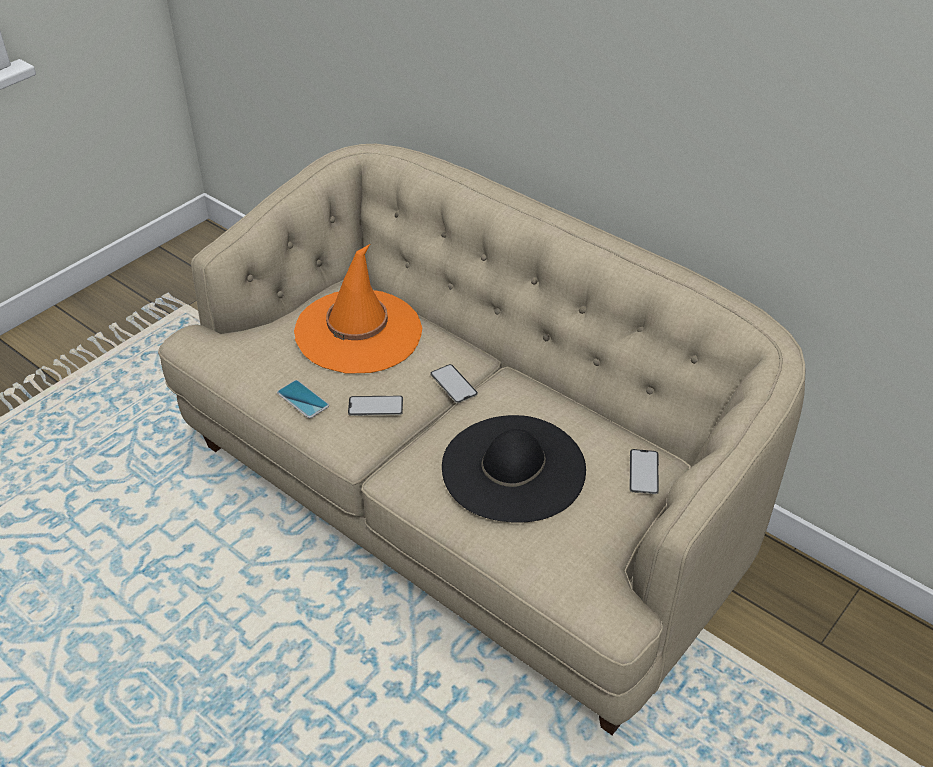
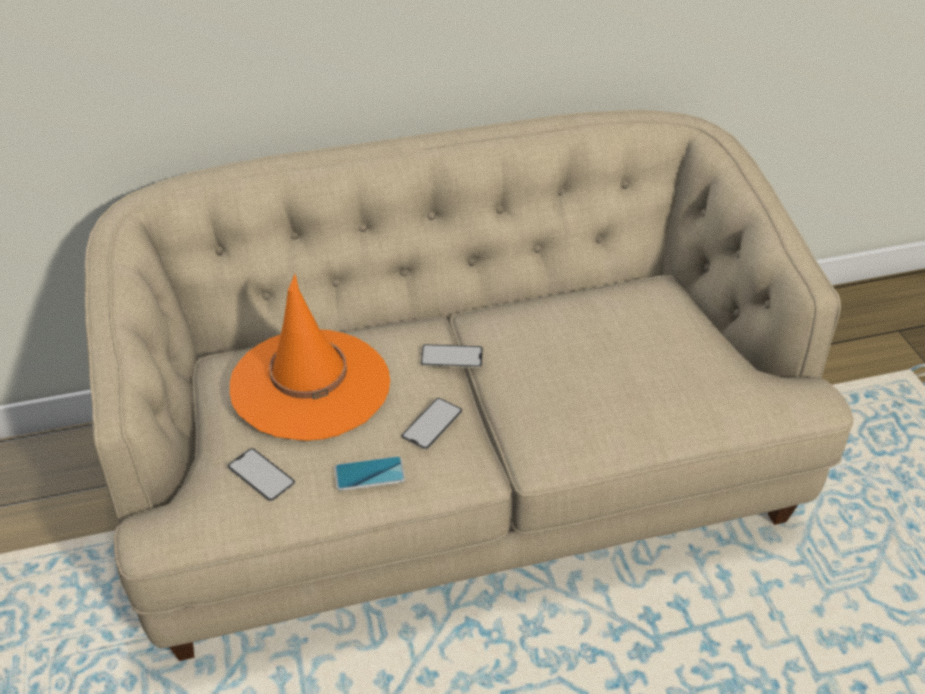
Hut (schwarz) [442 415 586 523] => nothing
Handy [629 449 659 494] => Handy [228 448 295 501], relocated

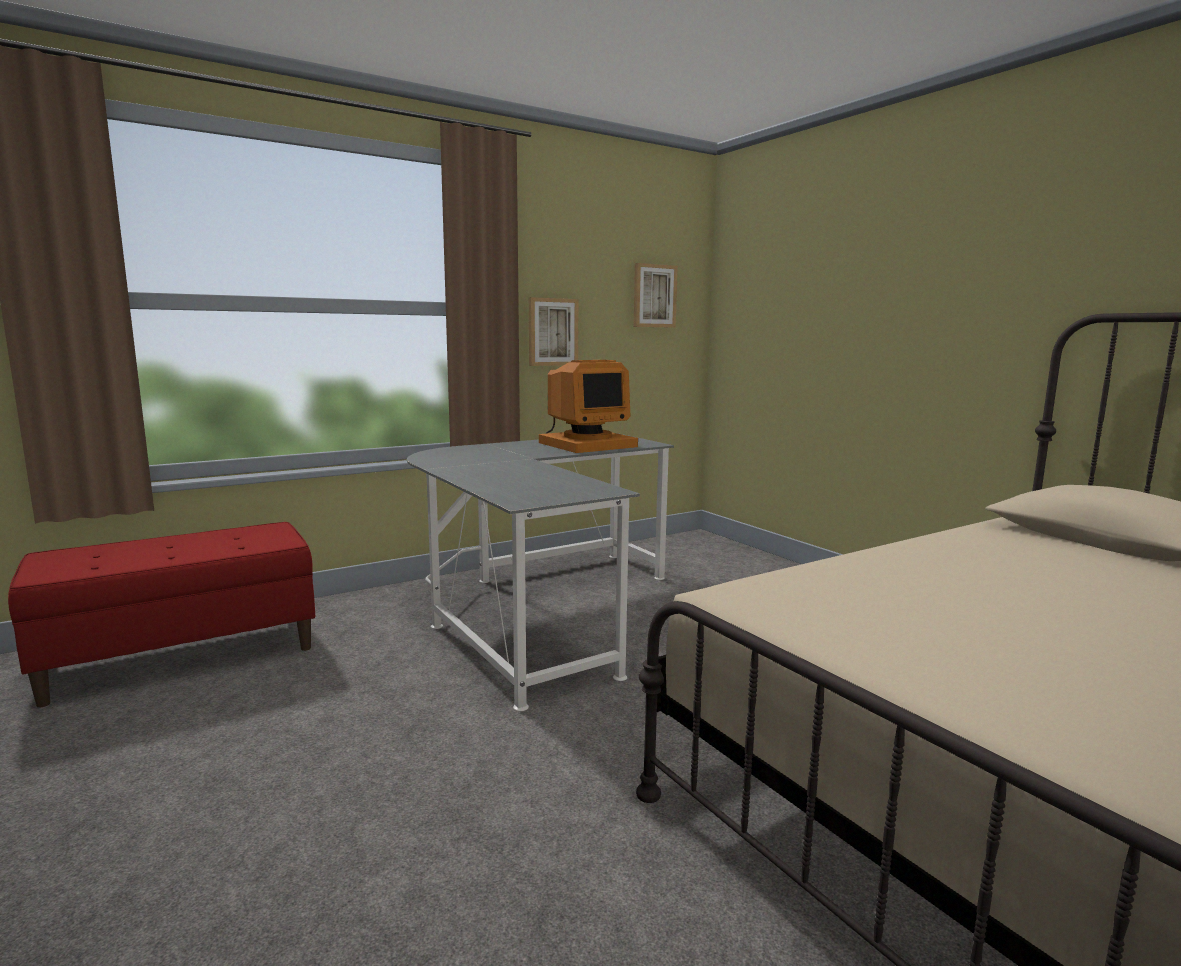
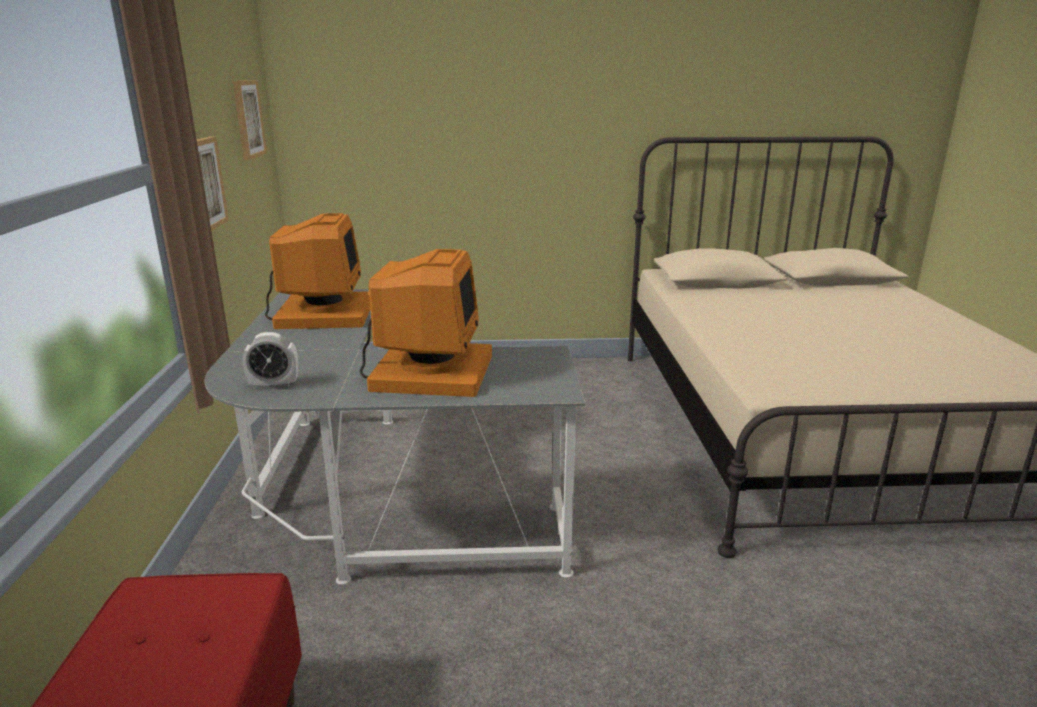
nothing => Wecker [242 332 298 390]
nothing => Monitor [360 249 492 397]

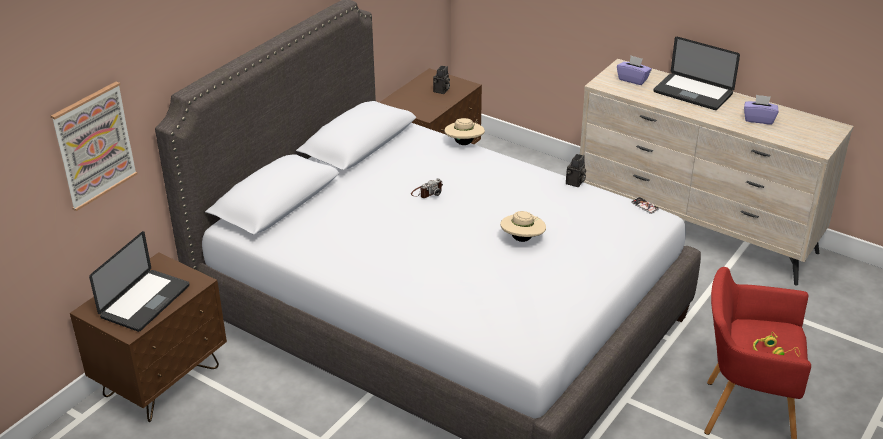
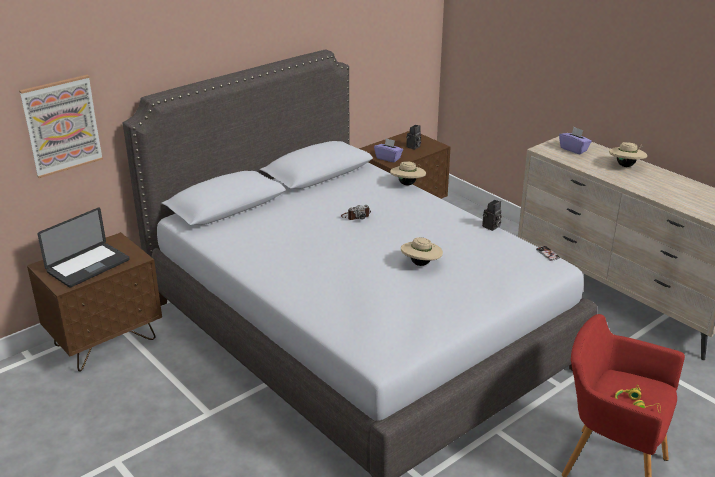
Laptop [654 37 740 110] => Hut (beige) [609 142 647 167]
Taschentuchbox (lila) [744 94 778 125] => Taschentuchbox (lila) [374 138 403 163], relocated

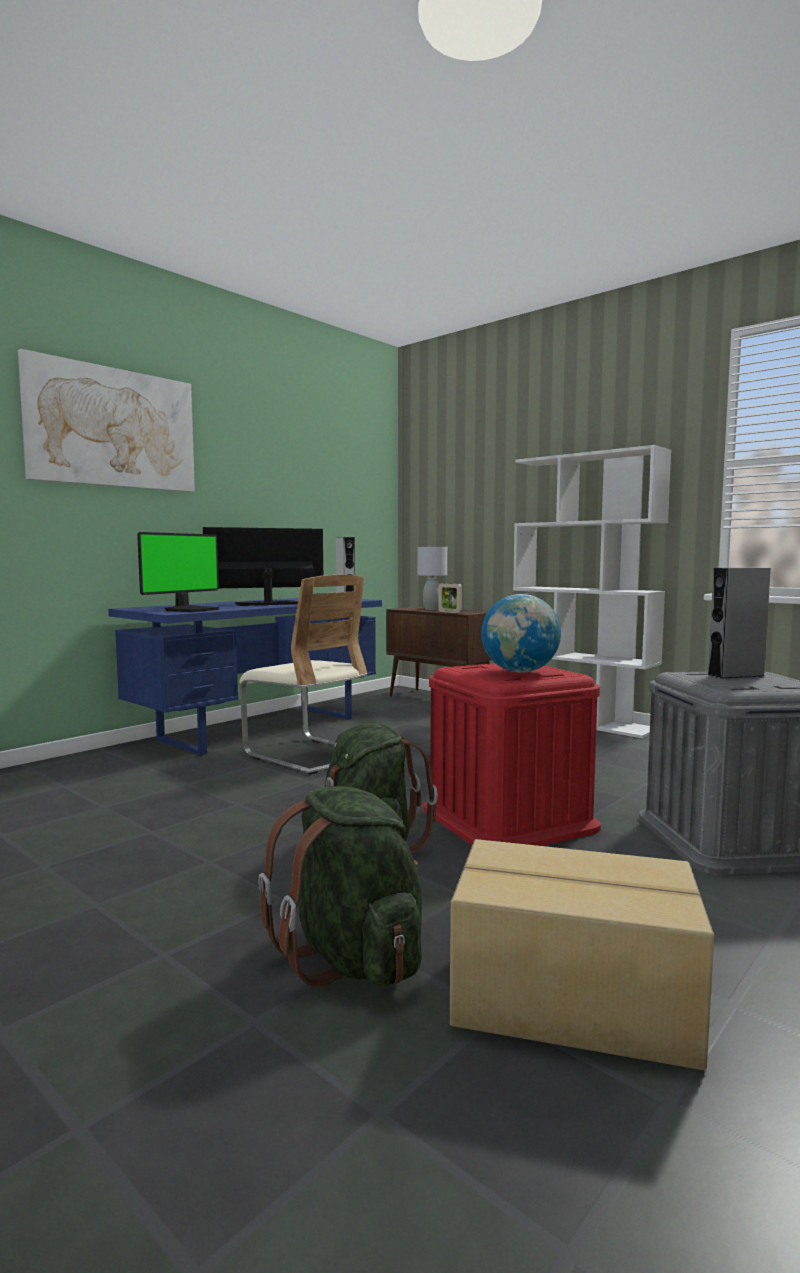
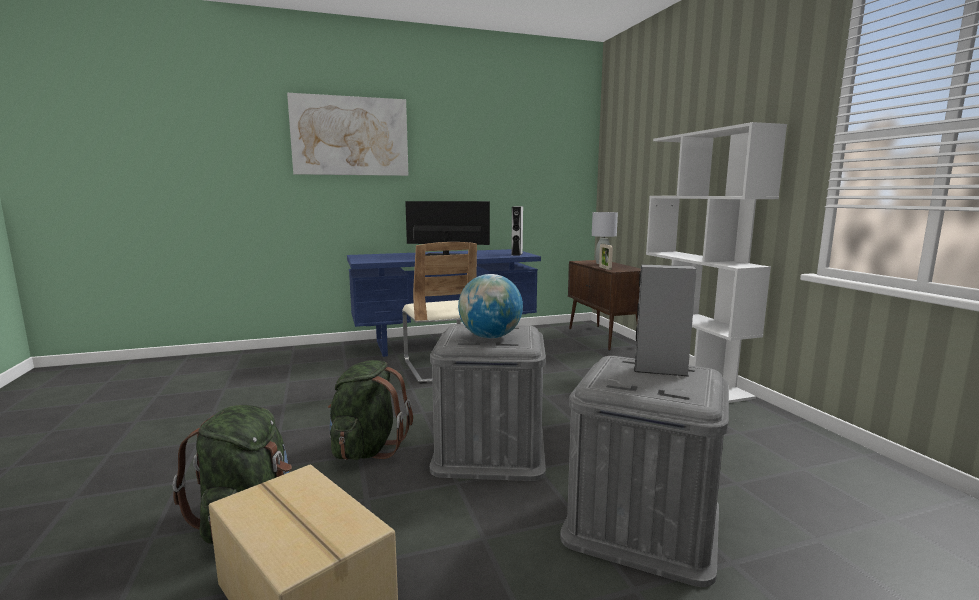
Monitor [137 532 219 612] => nothing
Aufbewahrungsbox (rot) [424 663 601 846] => Aufbewahrungsbox (grau) [430 324 546 481]

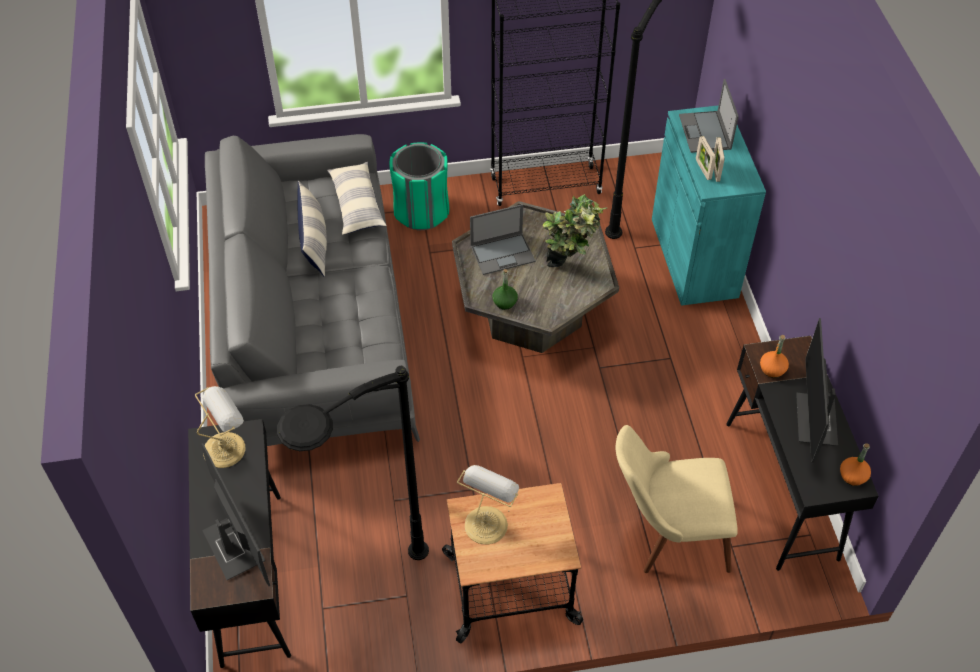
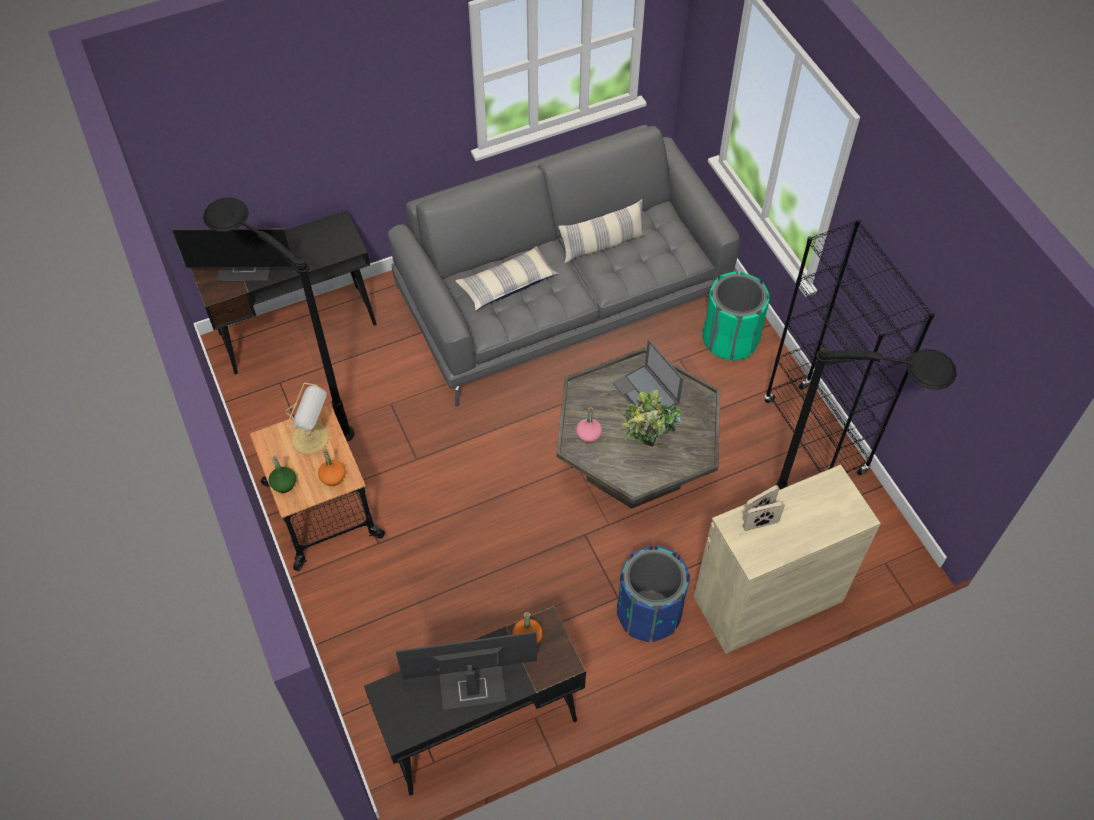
Tischlampe [195 386 246 468] => nothing
Monitor [202 443 270 587] => Monitor [171 228 293 282], 45 degrees clockwise
Kissen [327 162 387 235] => Kissen [455 246 558 310], relocated
Flasche (grün) [492 269 518 310] => Flasche (grün) [268 456 296 493], relocated
Stuhl (beige) [616 425 738 573] => nothing
Schrank (türkis) [652 105 766 306] => Schrank (beige) [694 465 881 654]
Laptop [679 79 739 153] => nothing
Flasche (orange) [840 443 871 486] => Flasche (orange) [318 449 346 486], relocated
nothing => Flasche (rosa) [576 407 602 443]
nothing => Mülleimer (blau) [617 545 690 642]

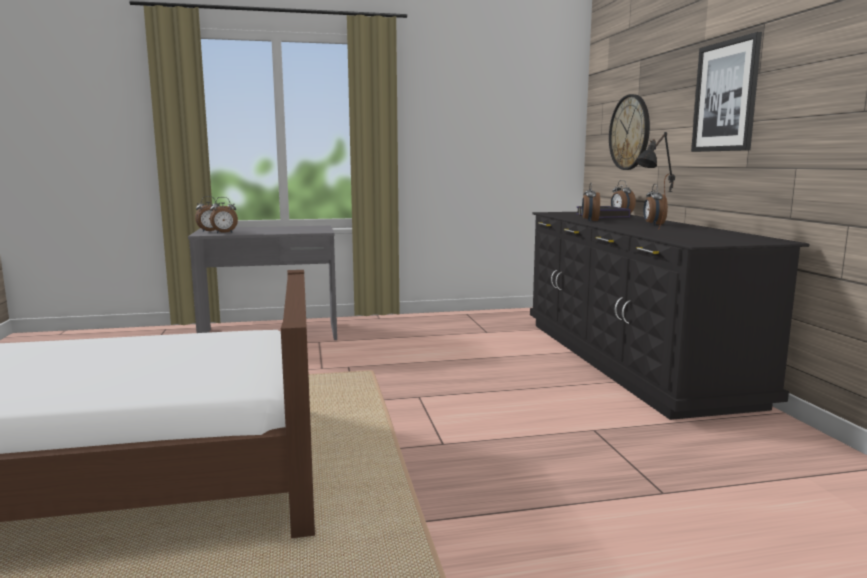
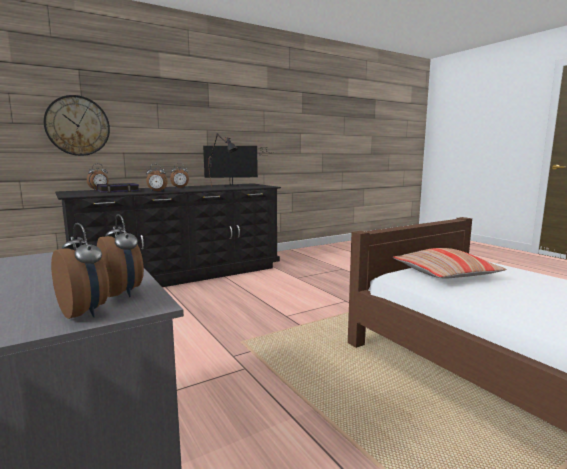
Bild [691 32 762 152] => nothing
nothing => Monitor [203 146 271 186]
nothing => Kissen [393 248 507 278]

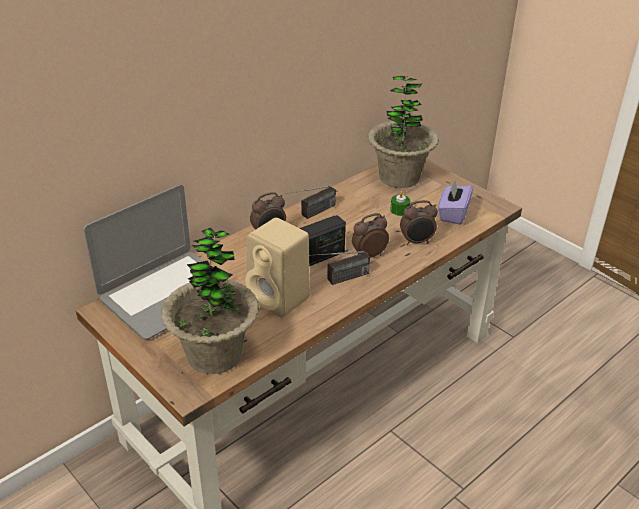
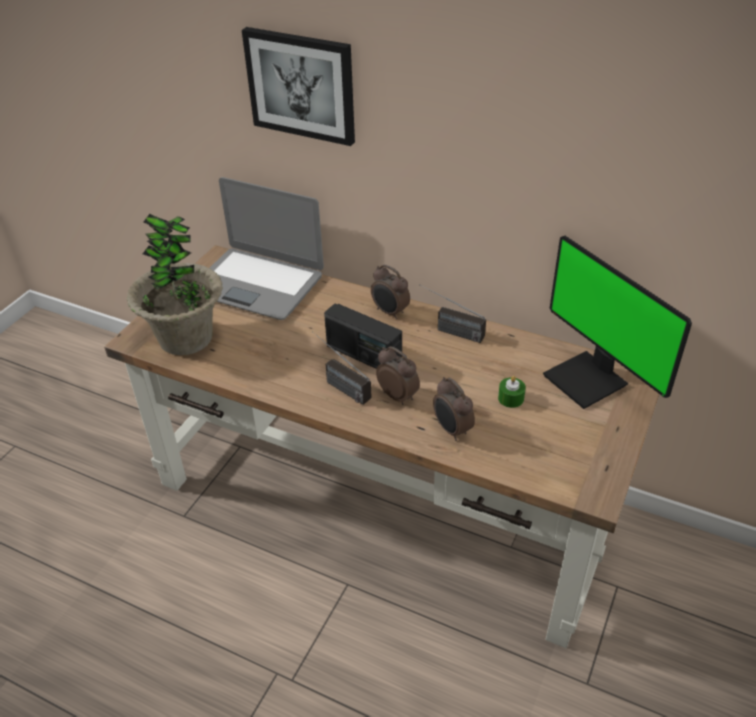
Lautsprecher (beige) [245 217 310 318] => nothing
Topfpflanze [368 76 439 188] => Monitor [543 236 692 409]
Taschentuchbox (lila) [438 179 473 225] => nothing
nothing => Bild [242 27 355 146]

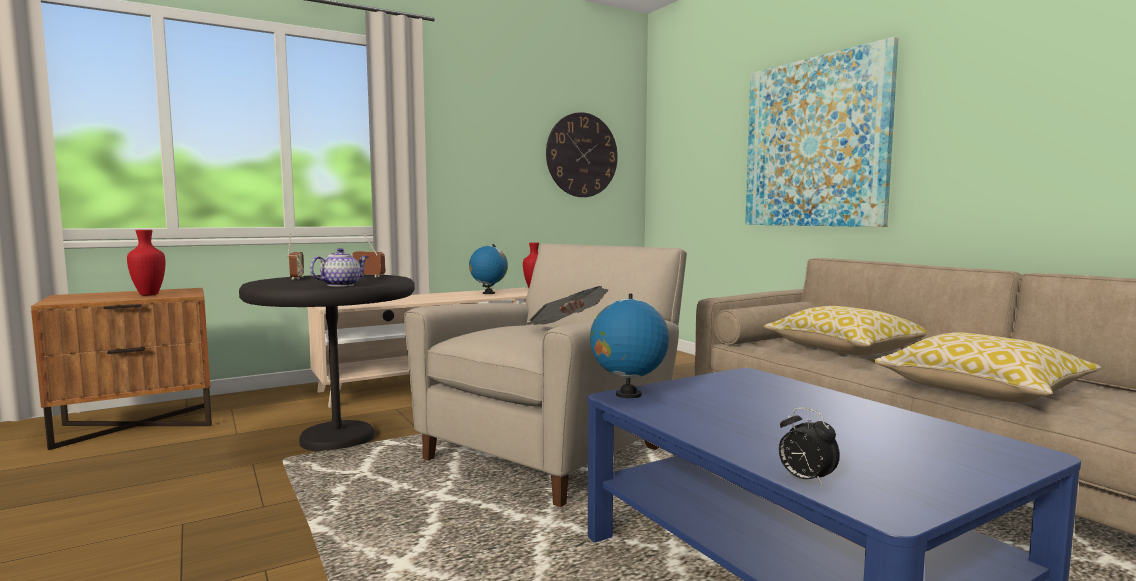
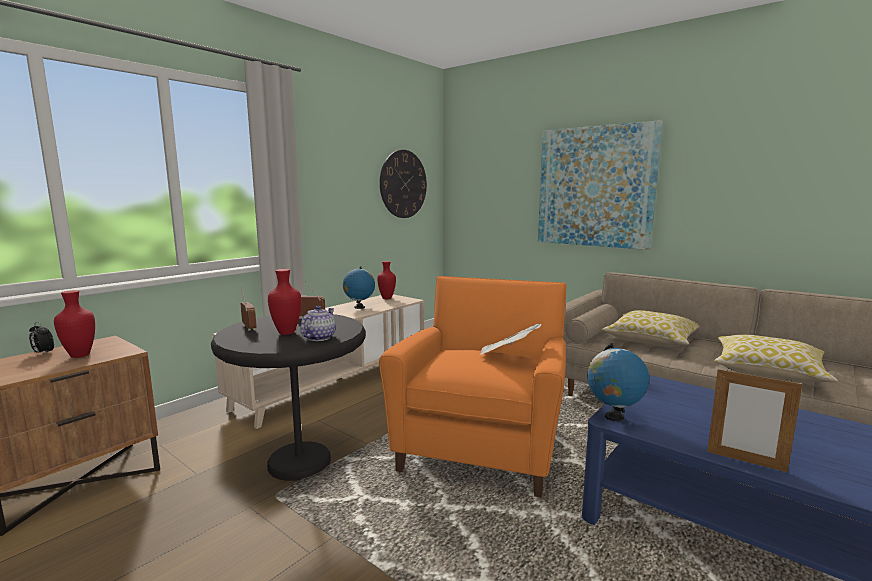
Sessel (beige) [404 244 687 507] => Sessel (orange) [379 276 566 498]
Wecker [779 407 840 487] => Wecker [29 322 54 354], relocated
nothing => Vase (rot) [268 269 301 335]
nothing => Bilderrahmen [707 368 802 472]

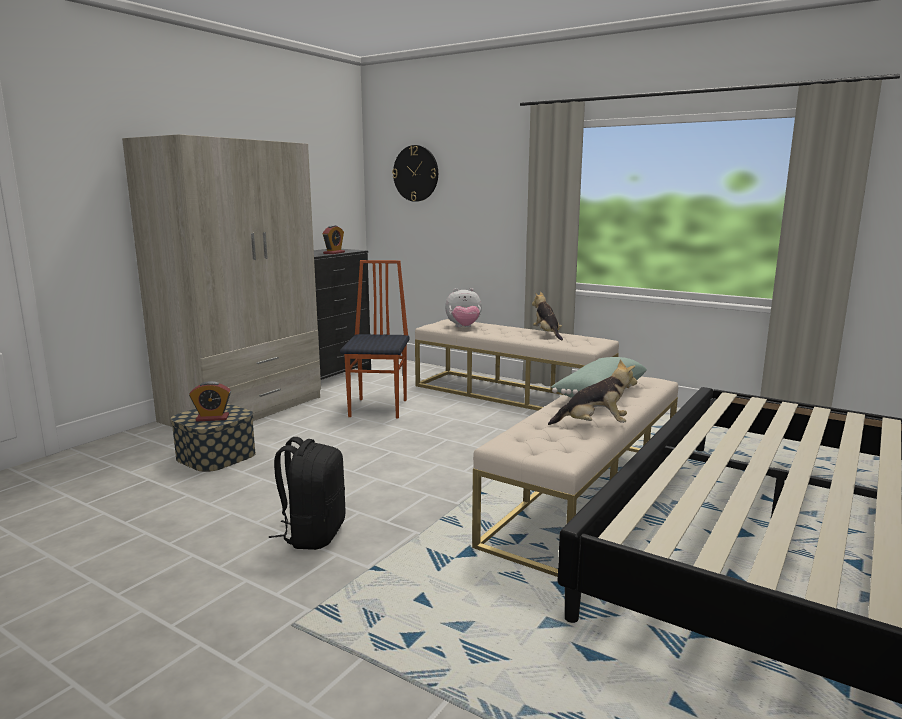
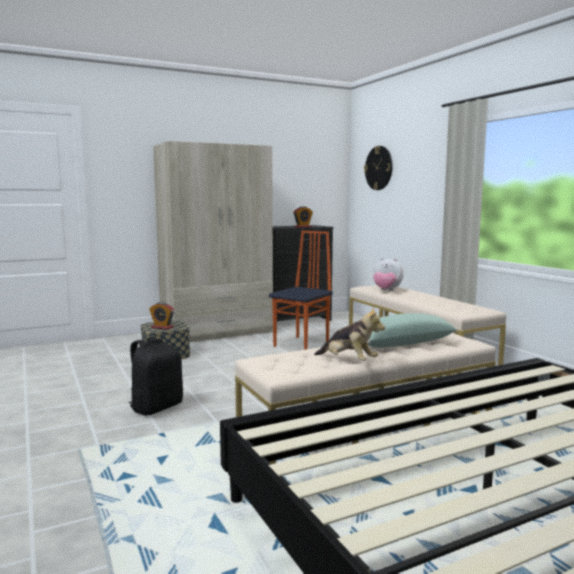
Plüschtier [532 292 563 340] => nothing

